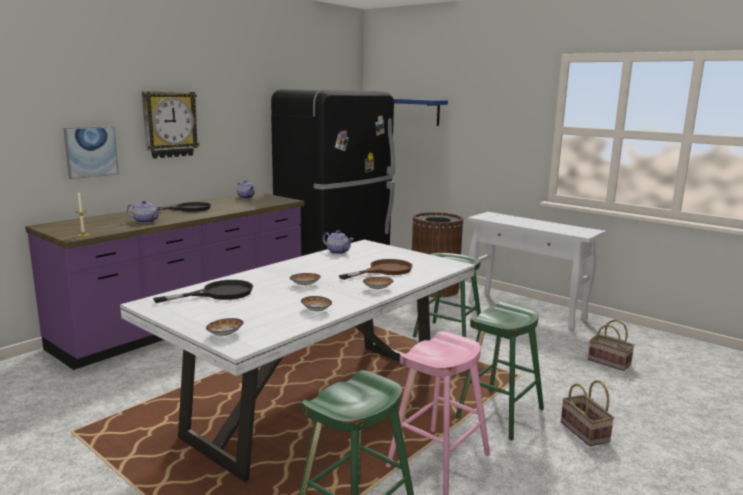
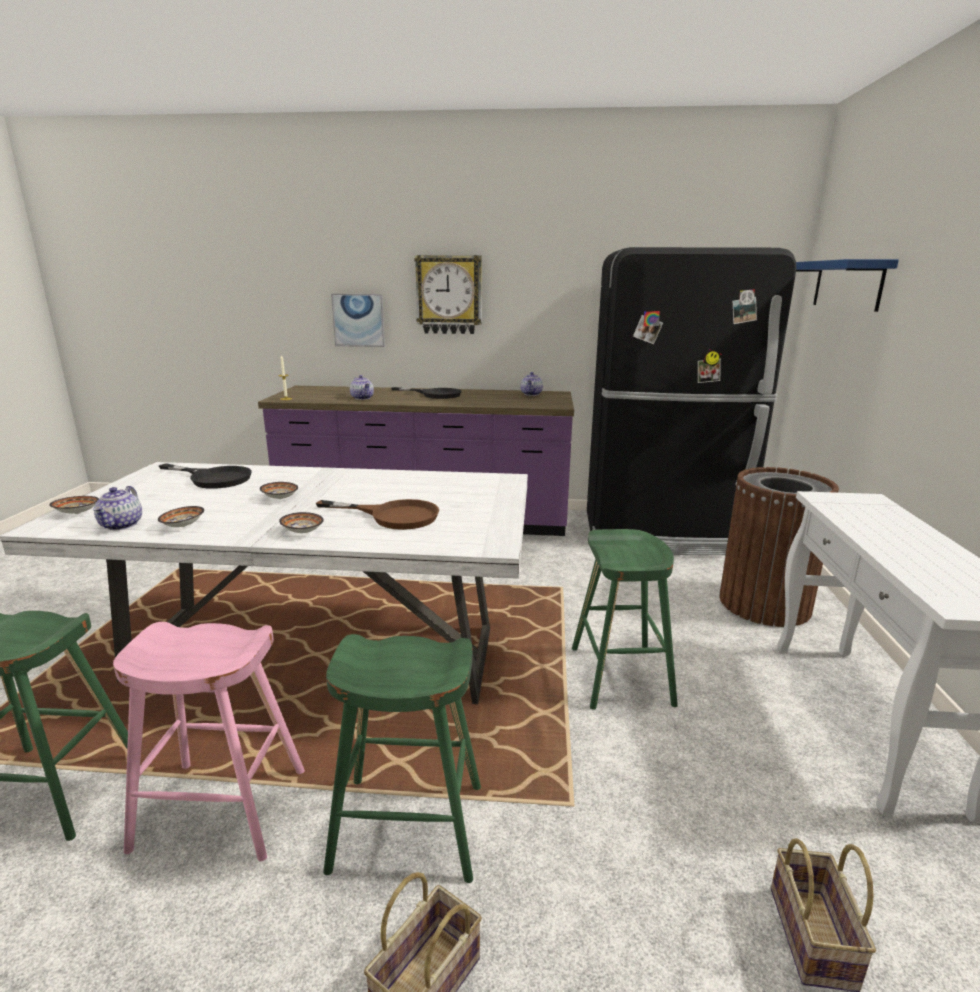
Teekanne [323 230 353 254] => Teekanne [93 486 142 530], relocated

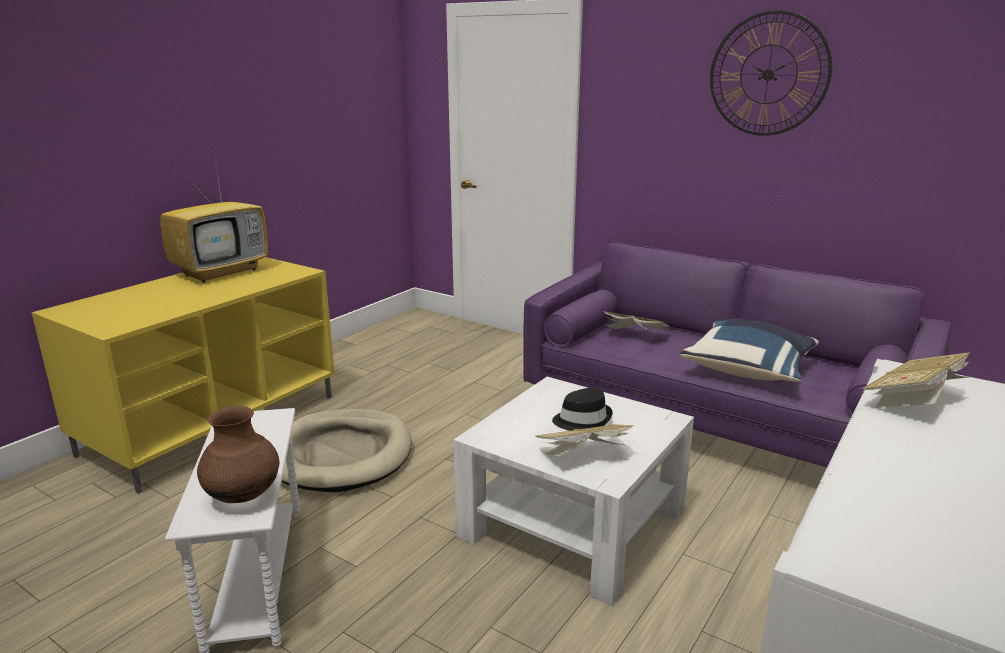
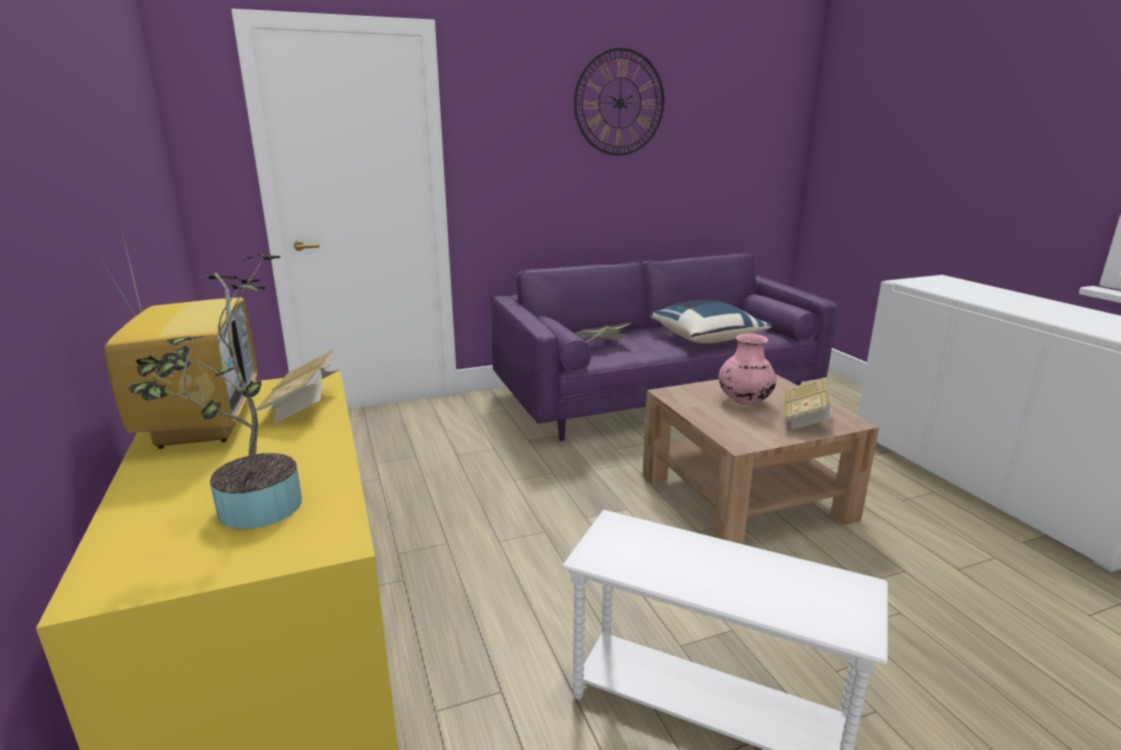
Vase (braun) [197 406 279 503] => nothing
Hundebett (beige) [282 409 412 492] => nothing
Couchtisch (weiß) [454 377 694 606] => Couchtisch (braun) [643 374 879 545]
Hut (schwarz) [552 388 613 431] => Vase (rosa) [719 333 776 405]
Buch [862 352 970 408] => Buch [256 350 339 424], relocated
nothing => Topfpflanze [129 254 302 529]

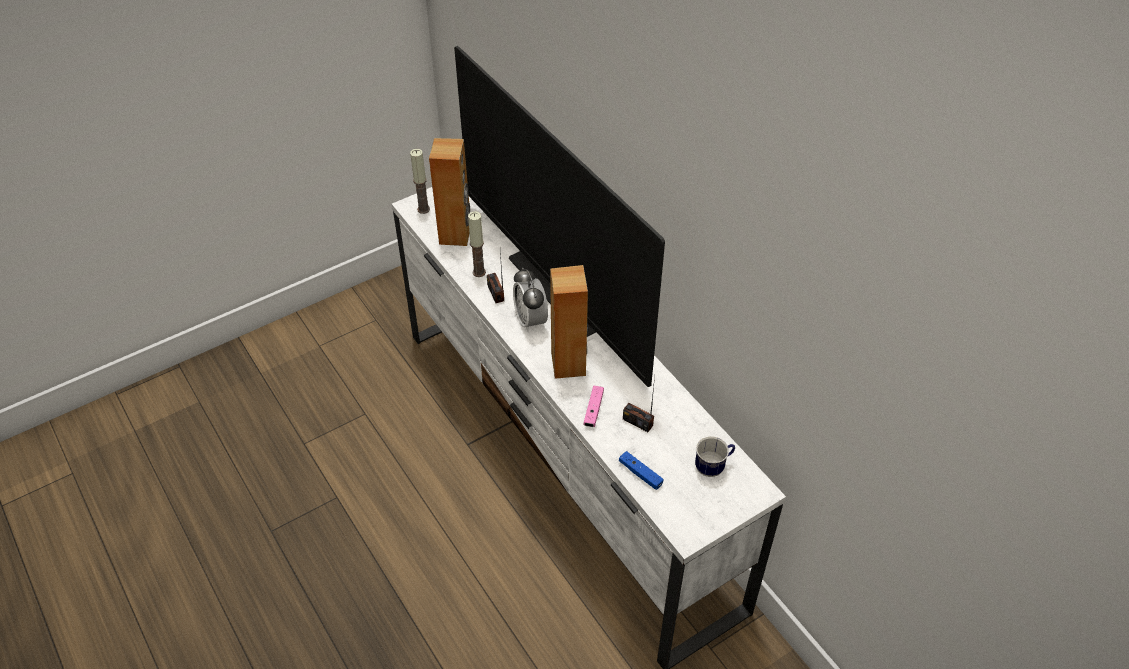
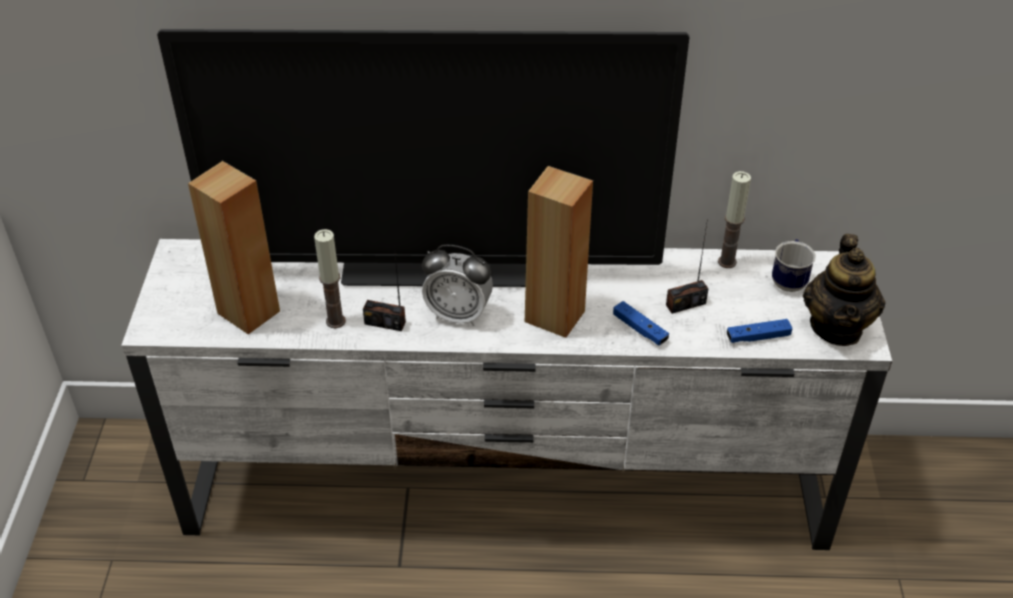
Kerze [410 149 430 214] => Kerze [718 171 751 268], relocated
Gamepad (rosa) [583 386 604 427] => Gamepad (blau) [613 301 669 345]
nothing => Teekanne [803 234 886 346]

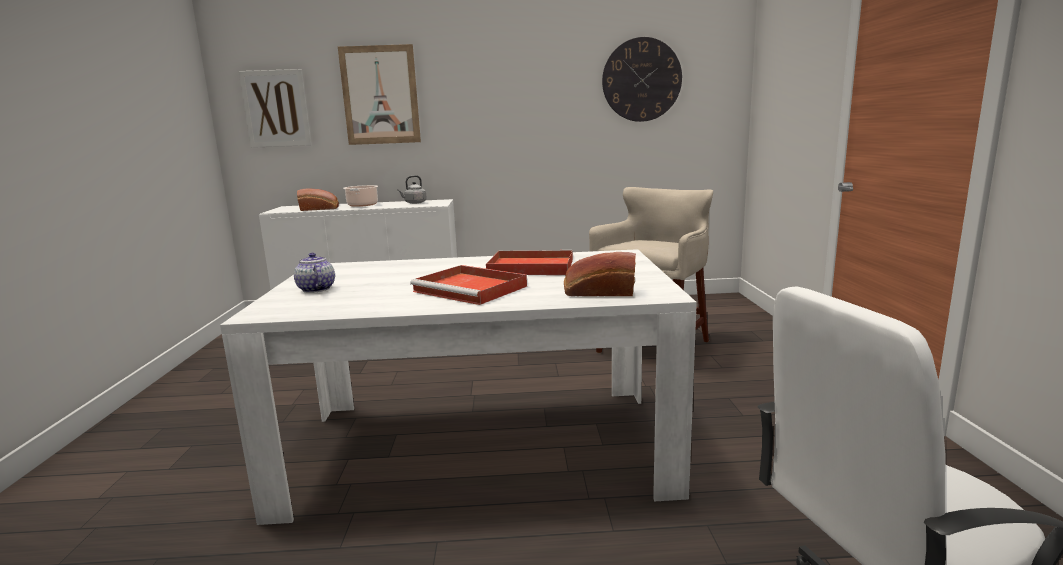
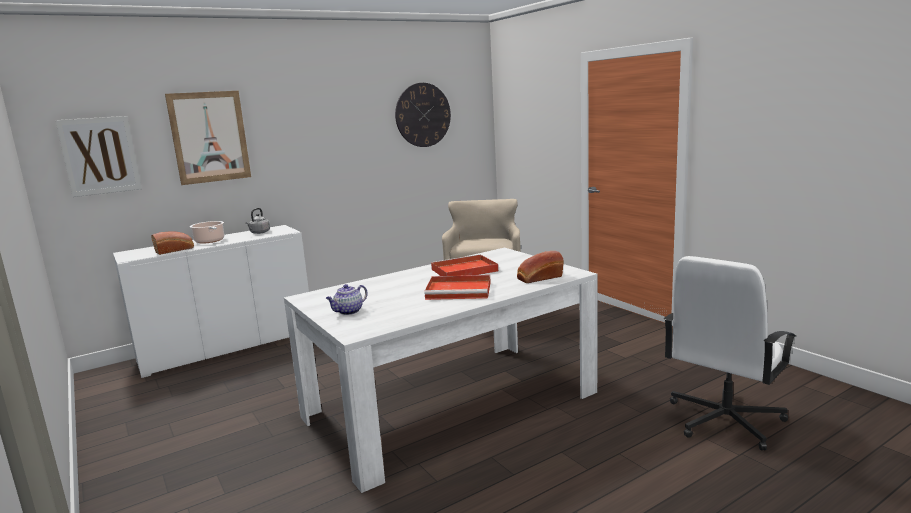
Teekanne [294 253 335 293] => Teekanne [326 284 368 315], 75 degrees counterclockwise

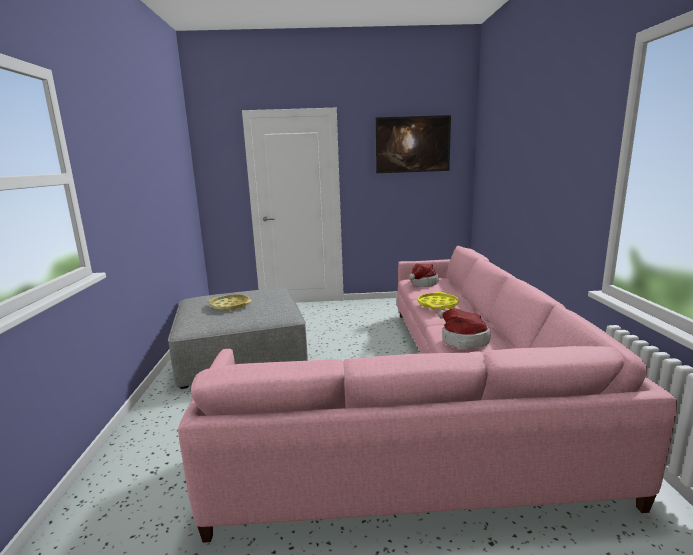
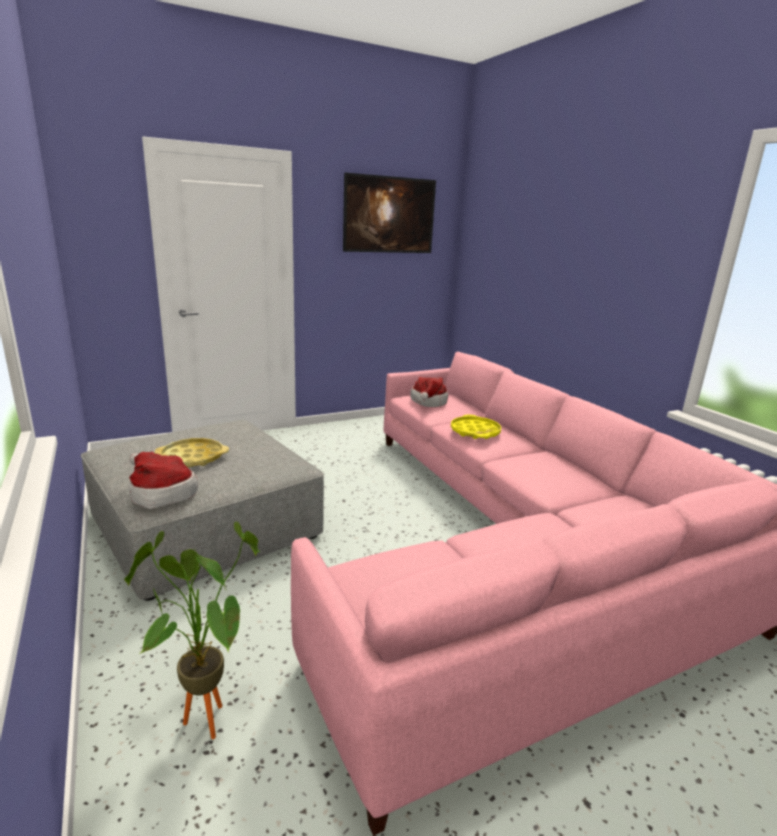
Hut [437 308 491 349] => Hut [129 452 198 509], relocated
nothing => Topfpflanze [124 522 260 739]

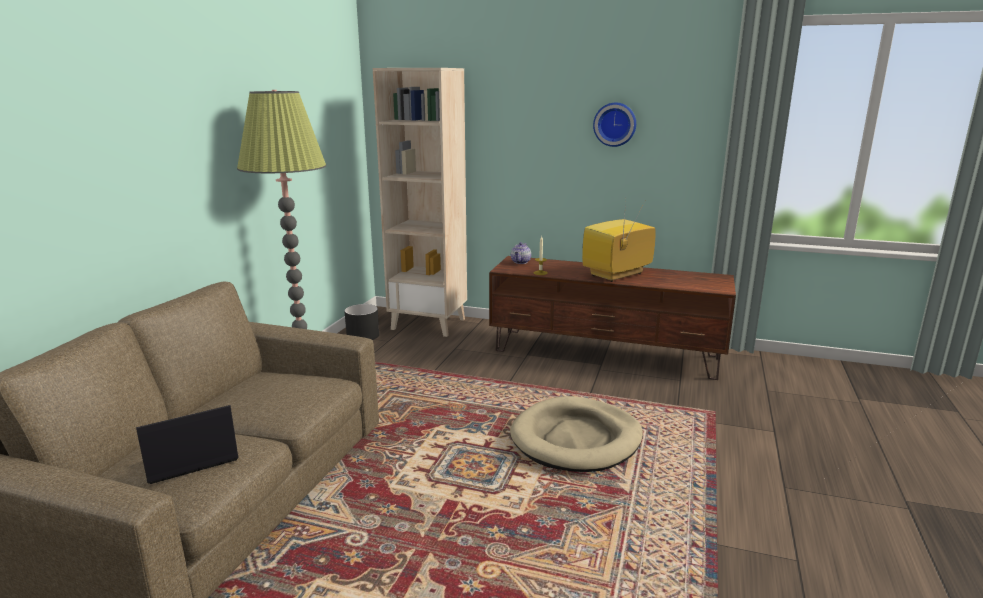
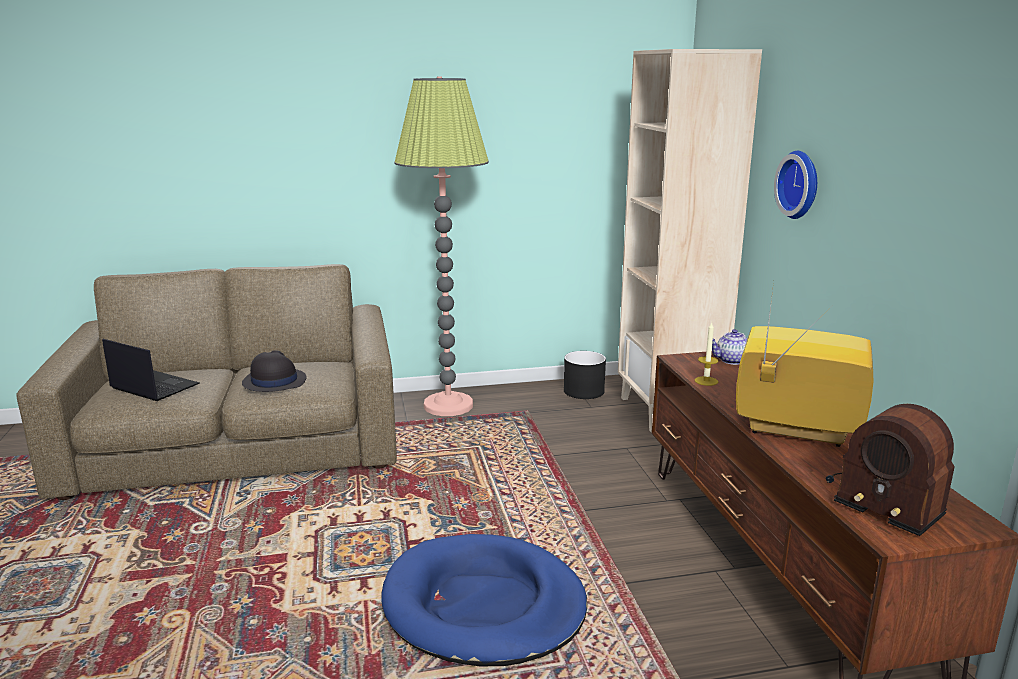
Hundebett (beige) [510 396 643 472] => Hundebett (blau) [381 534 587 667]
Wanduhr [593 103 636 147] => Wanduhr [774 151 817 219], relocated
nothing => Hut (schwarz) [242 350 307 392]
nothing => Radio [826 404 955 536]

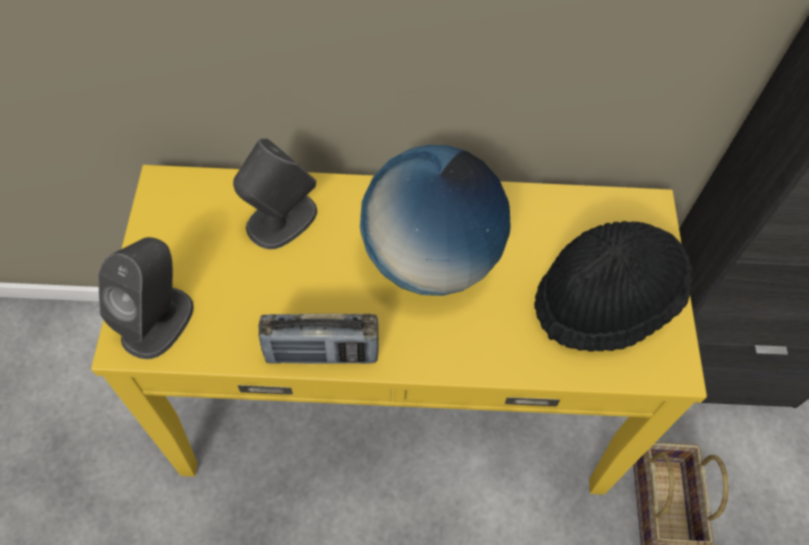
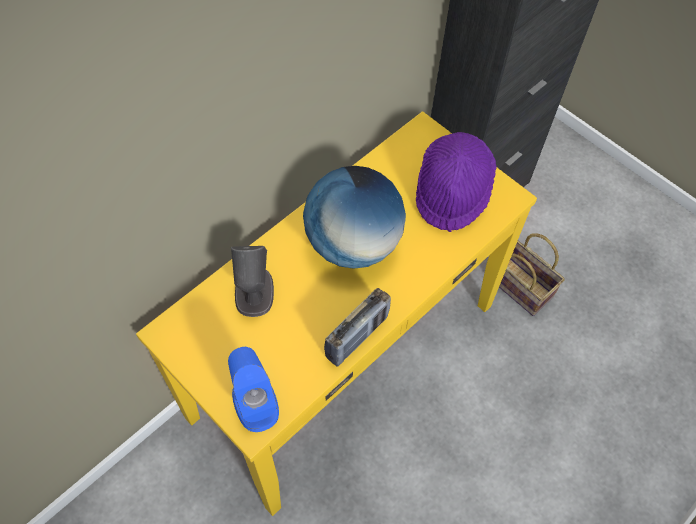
Lautsprecher (grau) [98 237 194 359] => Lautsprecher (blau) [228 347 279 432]
Hut (schwarz) [534 221 692 352] => Hut (lila) [416 132 496 232]

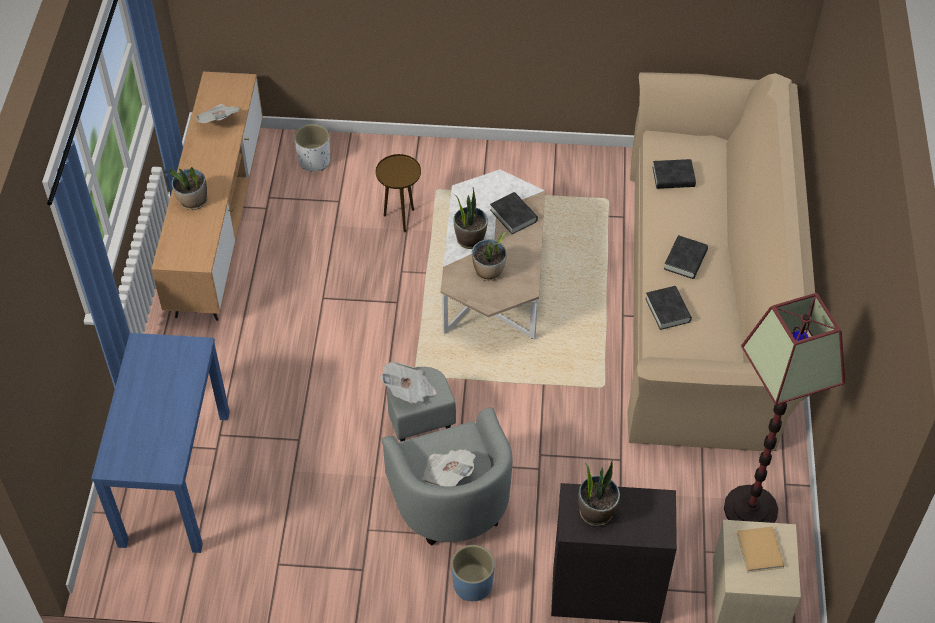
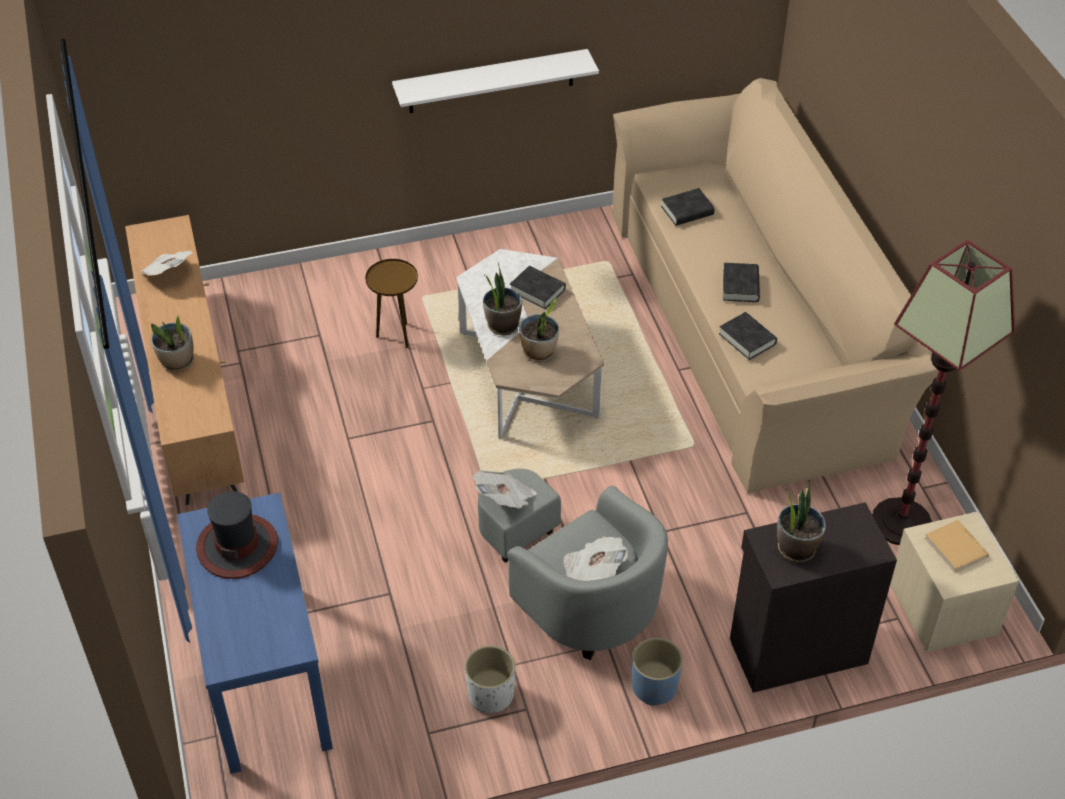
Pflanzkübel (weiß) [294 124 330 171] => Pflanzkübel (weiß) [465 645 515 713], relocated
nothing => Hut [196 491 278 579]
nothing => Wandregal (weiß) [392 49 599 113]

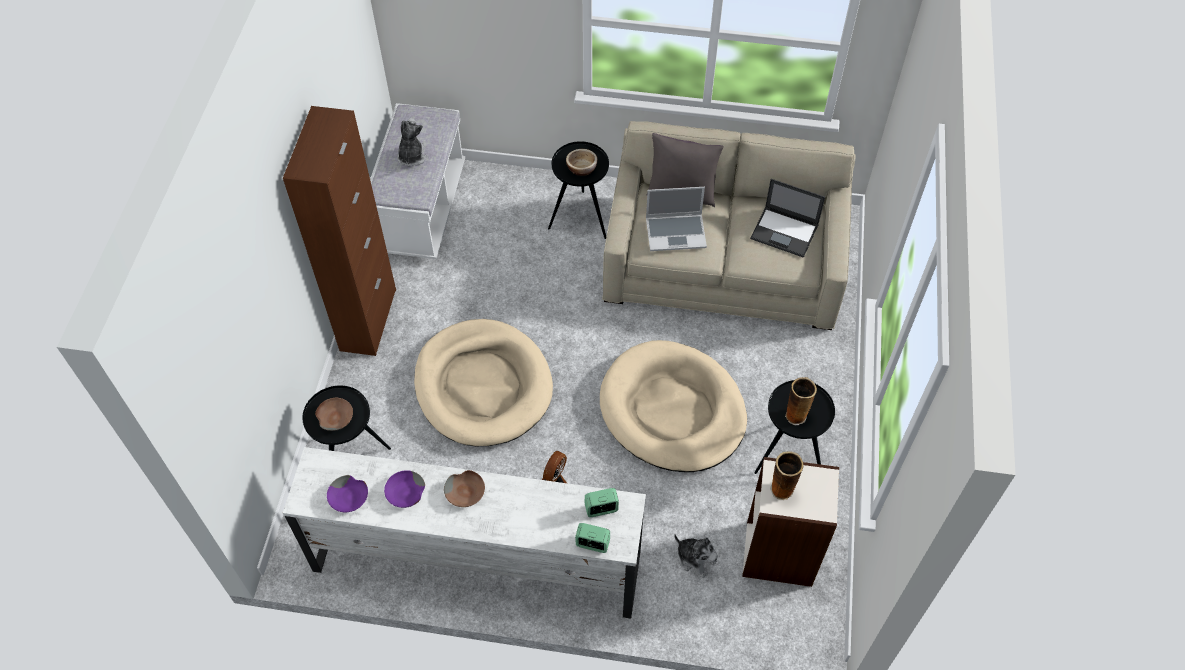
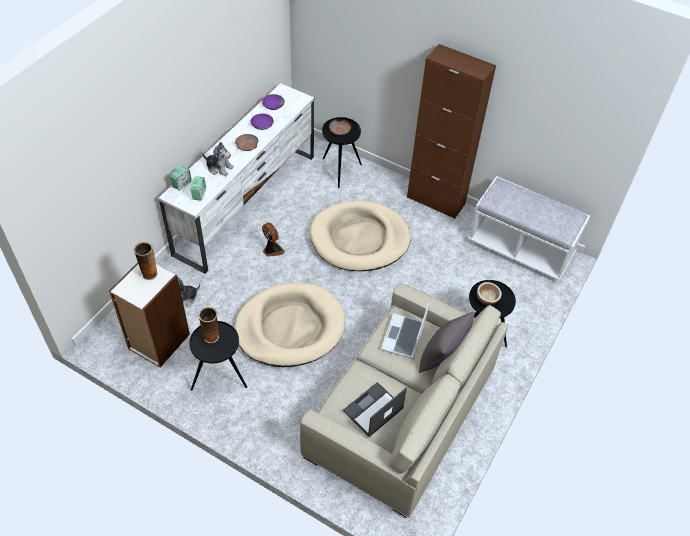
Plüschtier [397 118 426 167] => Plüschtier [202 142 234 176], relocated

